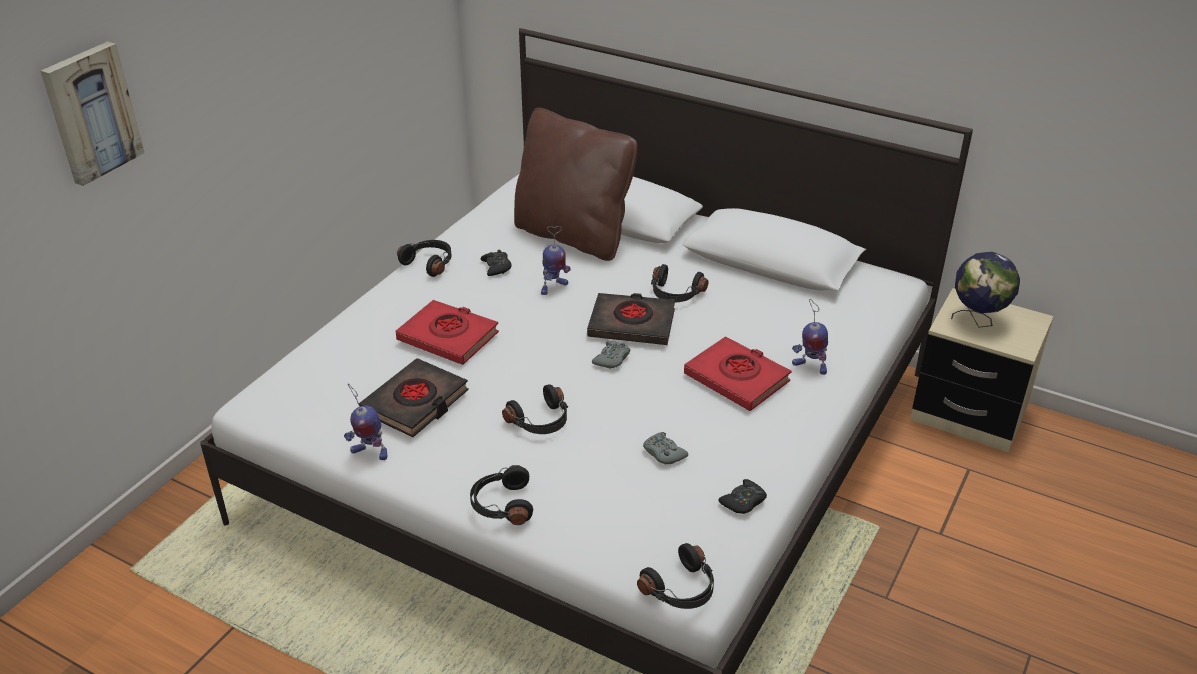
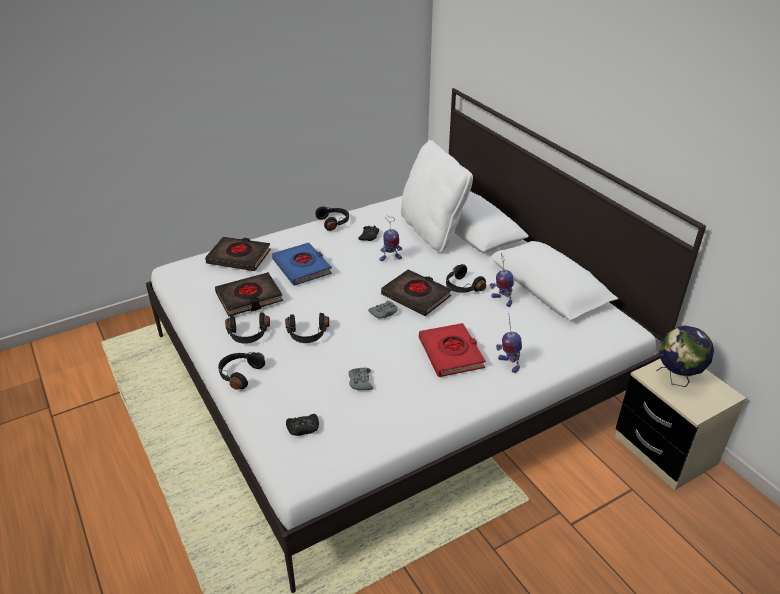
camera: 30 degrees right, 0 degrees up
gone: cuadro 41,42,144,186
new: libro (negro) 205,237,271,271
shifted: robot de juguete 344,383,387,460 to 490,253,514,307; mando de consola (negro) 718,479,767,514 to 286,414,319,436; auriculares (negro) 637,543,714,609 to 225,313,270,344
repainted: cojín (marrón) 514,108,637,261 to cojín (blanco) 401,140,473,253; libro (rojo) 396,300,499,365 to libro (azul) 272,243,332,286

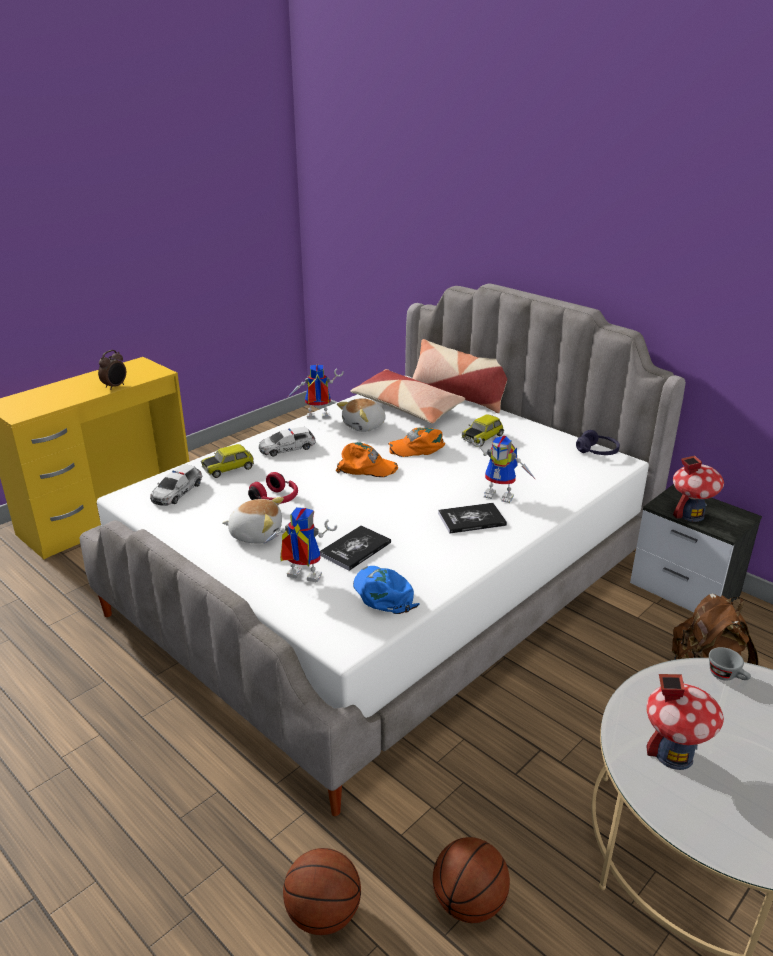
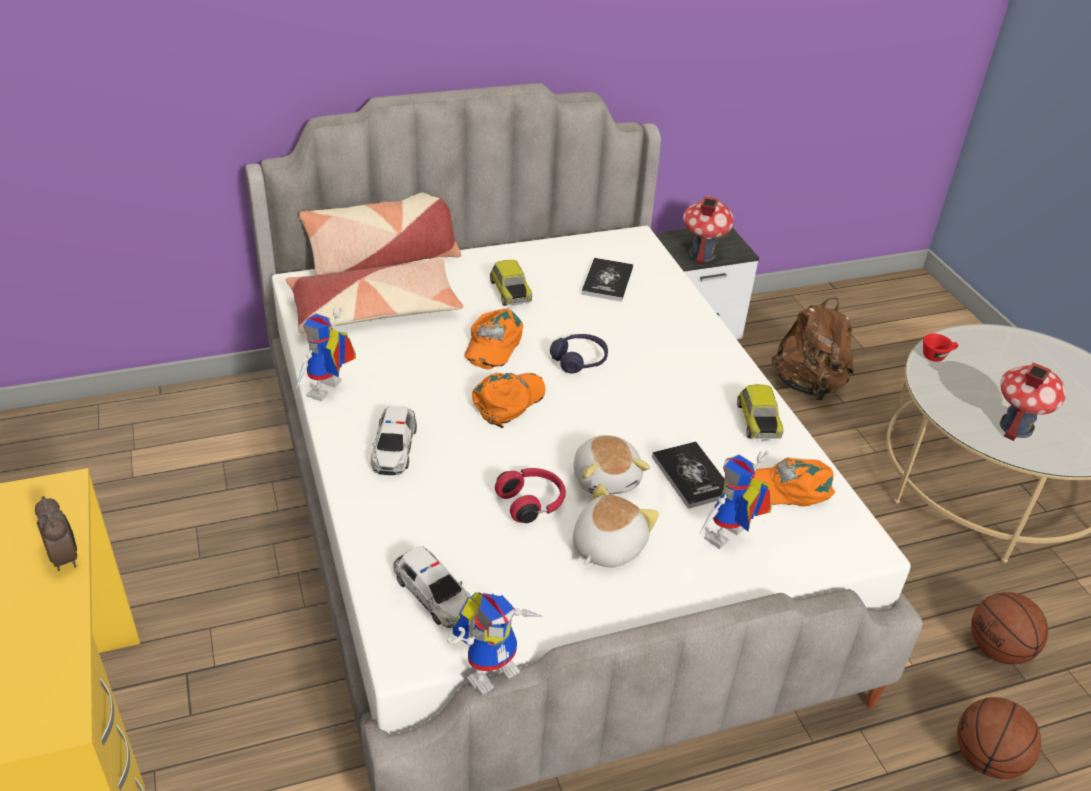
camera: 65 degrees left, 10 degrees up
shifted: peluche 337,398,386,432 to 574,435,650,495; auriculares (morado) 576,430,620,455 to 550,334,608,373; robot de juguete 471,436,537,503 to 447,592,542,695; coche de juguete 201,444,254,478 to 737,384,784,440; libro 438,503,507,534 to 581,258,633,302
repainted: gorra (azul) 353,566,419,614 to gorra (naranja) 754,457,835,506; taza (gris) 709,647,751,681 to taza (rojo) 923,334,958,362

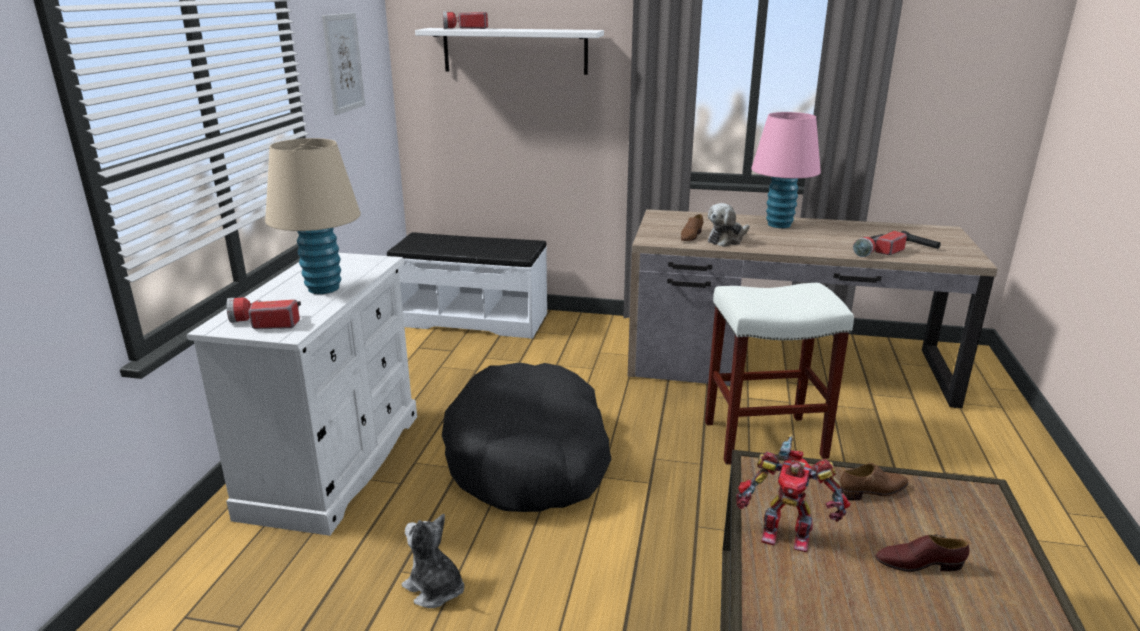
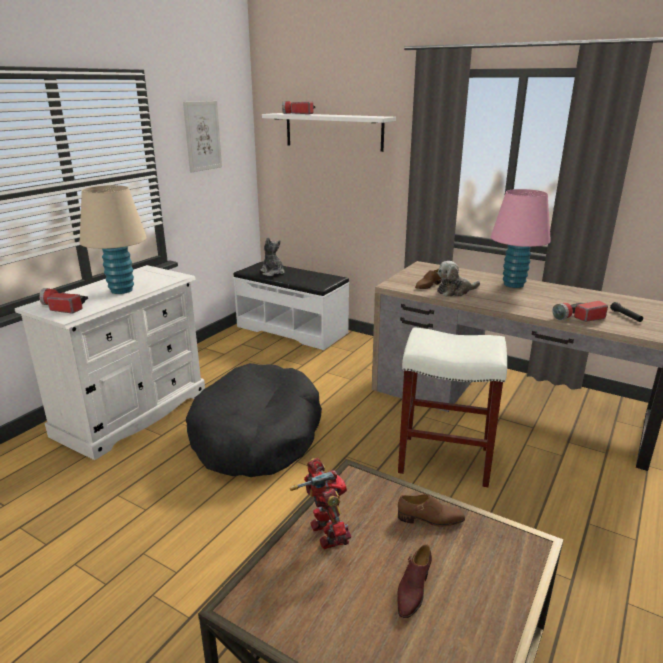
camera: 20 degrees right, 0 degrees up
shifted: peluche 402,514,464,608 to 260,237,284,276
rotated: robot de juguete 736,434,850,552 = 290,458,351,549 150 degrees counterclockwise; zapato (marrón) 875,534,970,572 = 397,544,432,618 90 degrees counterclockwise

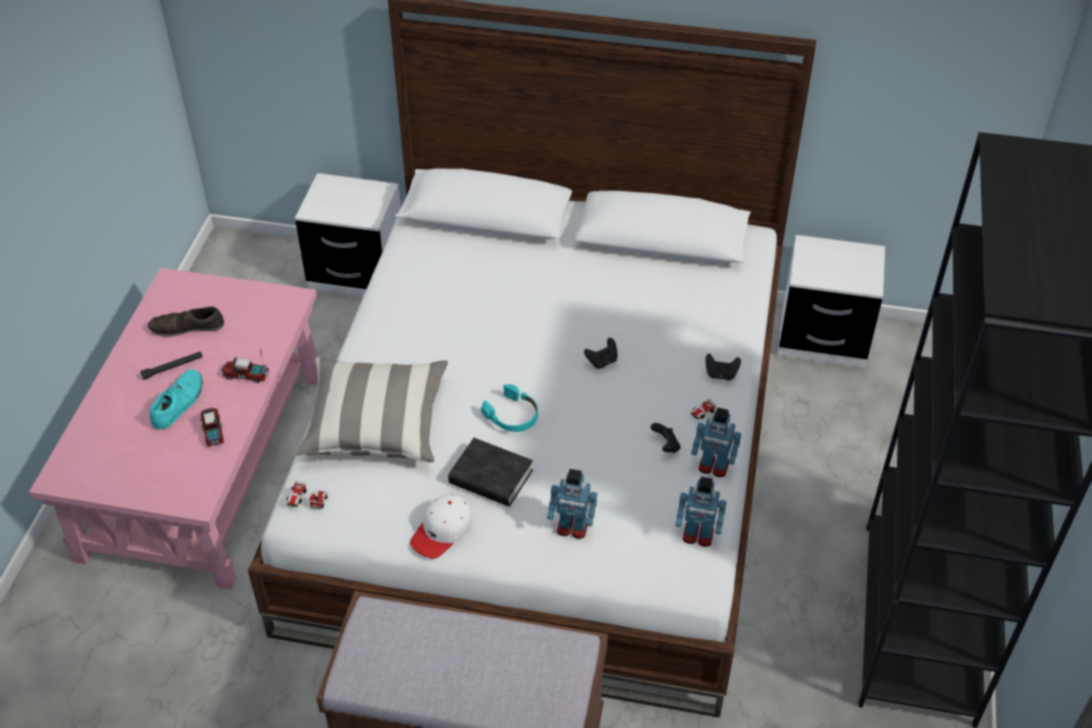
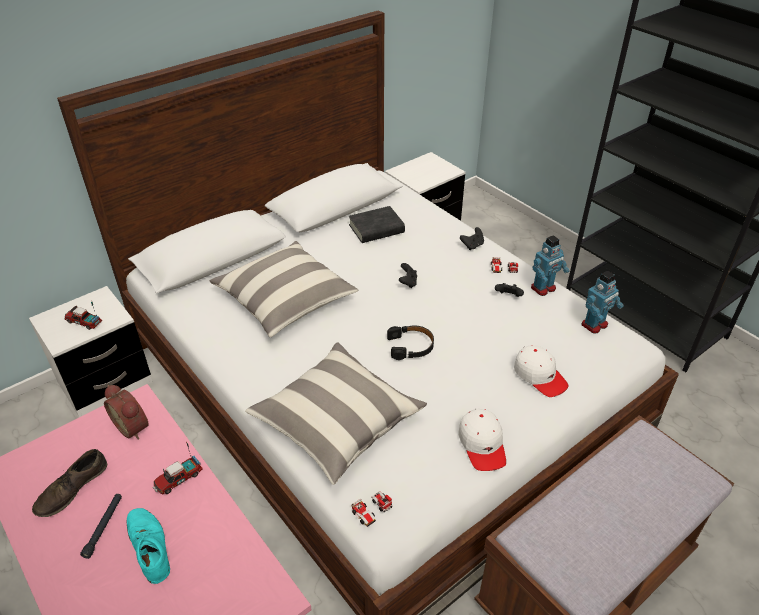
camera: 50 degrees left, 5 degrees down
new: cojín 210,241,358,337; despertador 104,385,149,440
shifted: camión de juguete 200,408,224,447 to 64,302,102,330; libro (negro) 448,438,533,507 to 349,206,405,243
swapped: robot de juguete 547,469,597,539 to gorra (blanco) 514,345,569,397
repainted: auriculares (turquesa) 481,384,538,432 to auriculares (negro) 387,326,434,360

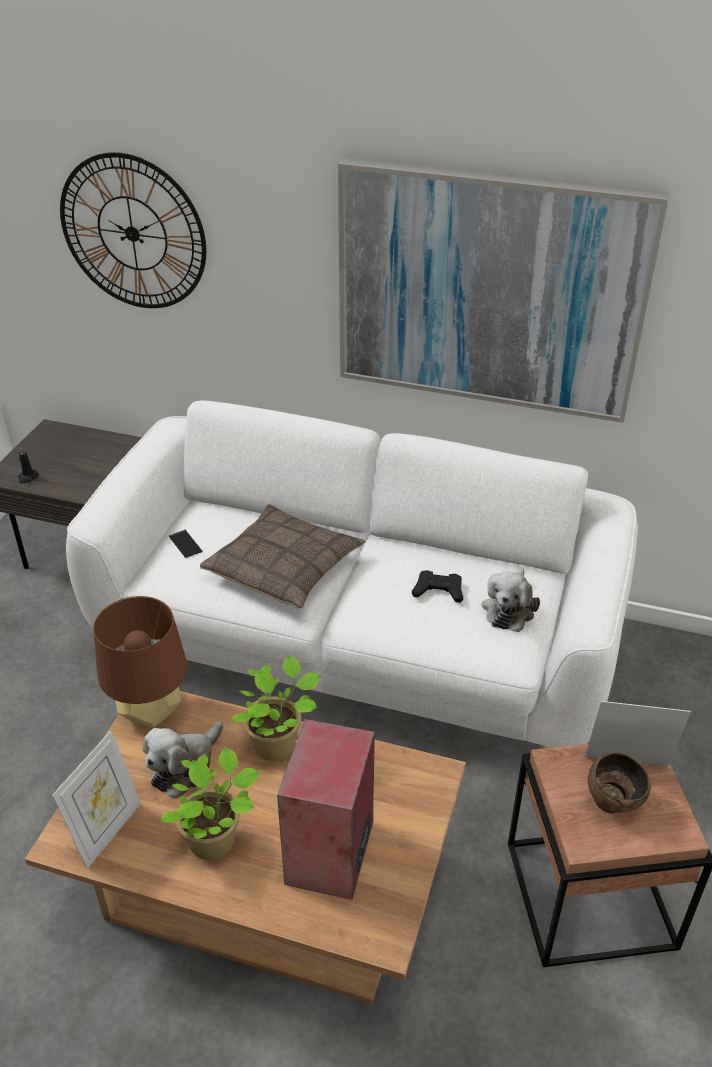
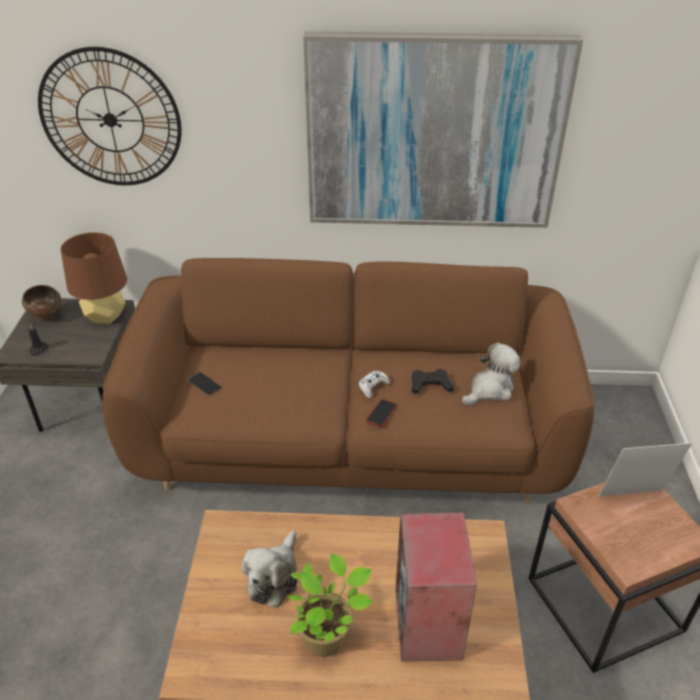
camera: 15 degrees left, 0 degrees up
gone: cojín 200,504,366,609; planta en maceta 232,655,321,761; portarretratos 52,731,141,869
new: mando de consola (blanco) 358,370,390,398; móvil 366,399,397,427
shifted: lámpara de mesa (marrón) 93,596,187,728 to 61,232,127,324; cuenco (marrón) 588,753,651,814 to 22,285,61,322
repainted: sofá (blanco) 66,400,638,749 to sofá (marrón) 102,258,594,503
rotated: peluche 481,569,540,632 = 462,343,520,406 135 degrees counterclockwise

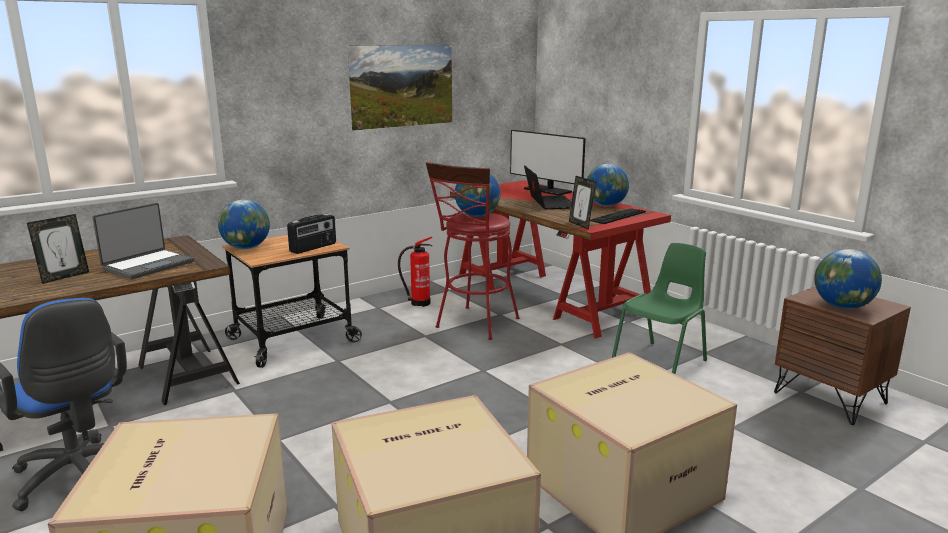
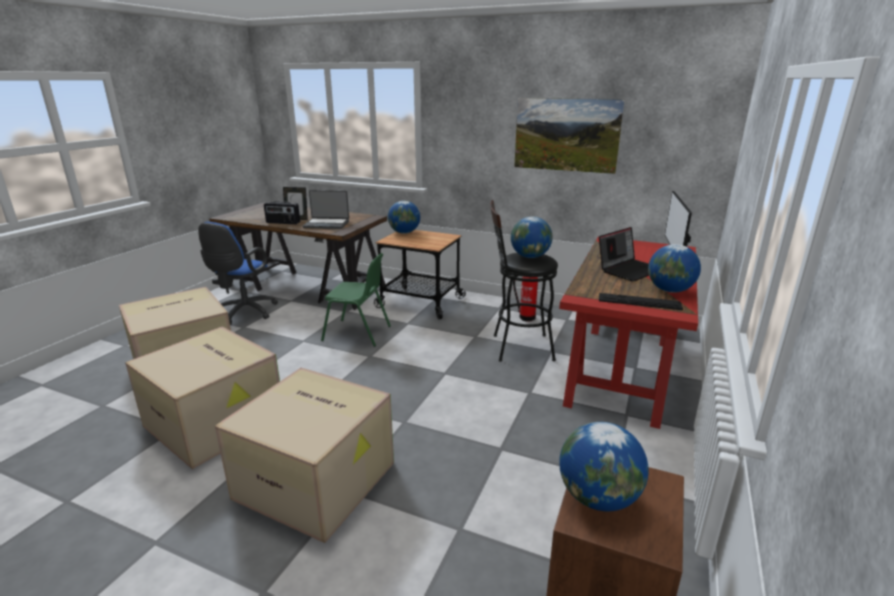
camera: 60 degrees right, 5 degrees up
gone: portarretratos 569,176,596,230
shifted: radio 287,214,336,254 to 264,201,300,224; silla (verde) 612,243,707,374 to 321,253,391,347
repainted: taburete (rojo) 426,162,520,340 to taburete (negro) 490,200,558,362

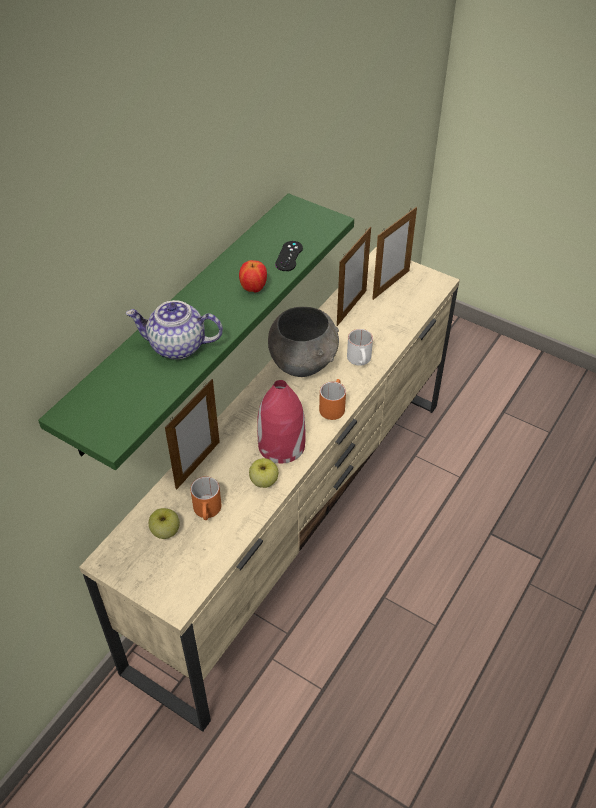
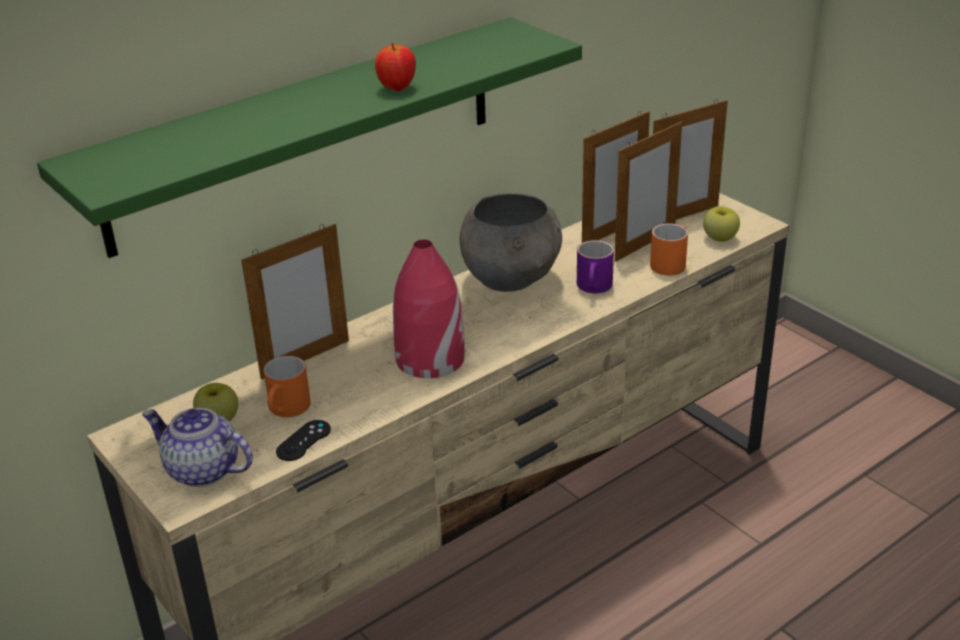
camera: 20 degrees right, 15 degrees down
new: portarretratos 615,121,682,262
shifted: mando de consola (negro) 275,241,303,271 to 276,420,331,461; tetera 126,300,223,360 to 142,408,253,487; taza grande (naranja) 319,379,346,420 to 650,223,688,275; manzana 249,458,278,488 to 703,207,740,242
repainted: taza grande (blanco) 347,329,373,366 to taza grande (morado) 577,240,614,293

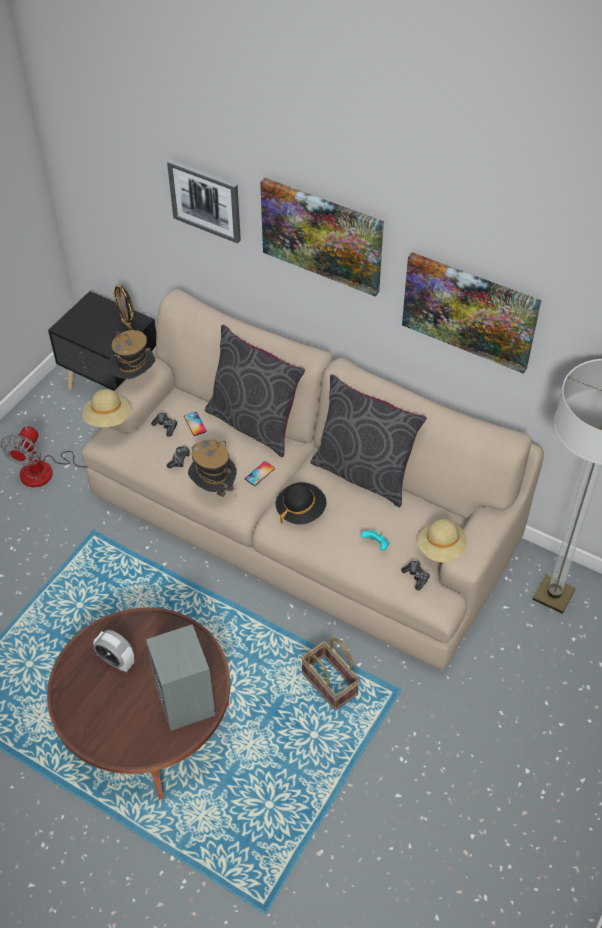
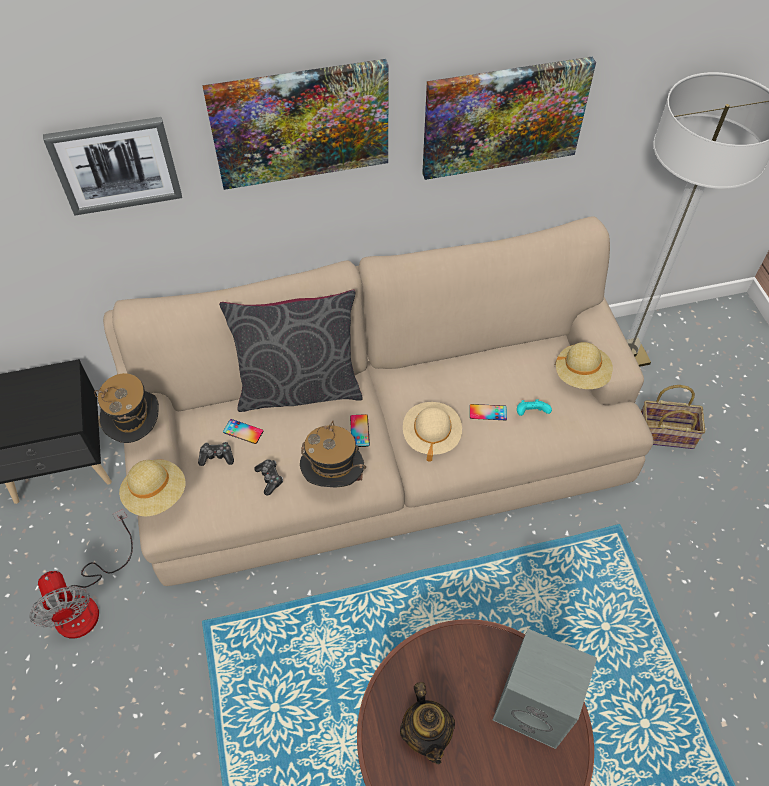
camera: 45 degrees left, 5 degrees up
gone: portarretratos 113,284,134,330; cojín (gris) 310,375,427,507; mando de consola 401,561,430,590
new: móvil 470,404,507,420
shifted: cesta 301,638,360,711 to 641,385,705,449
swapped: despertador 93,630,134,672 to tetera 400,682,455,765
repainted: sombrero (negro) 275,482,327,525 to sombrero (beis) 403,402,462,462

